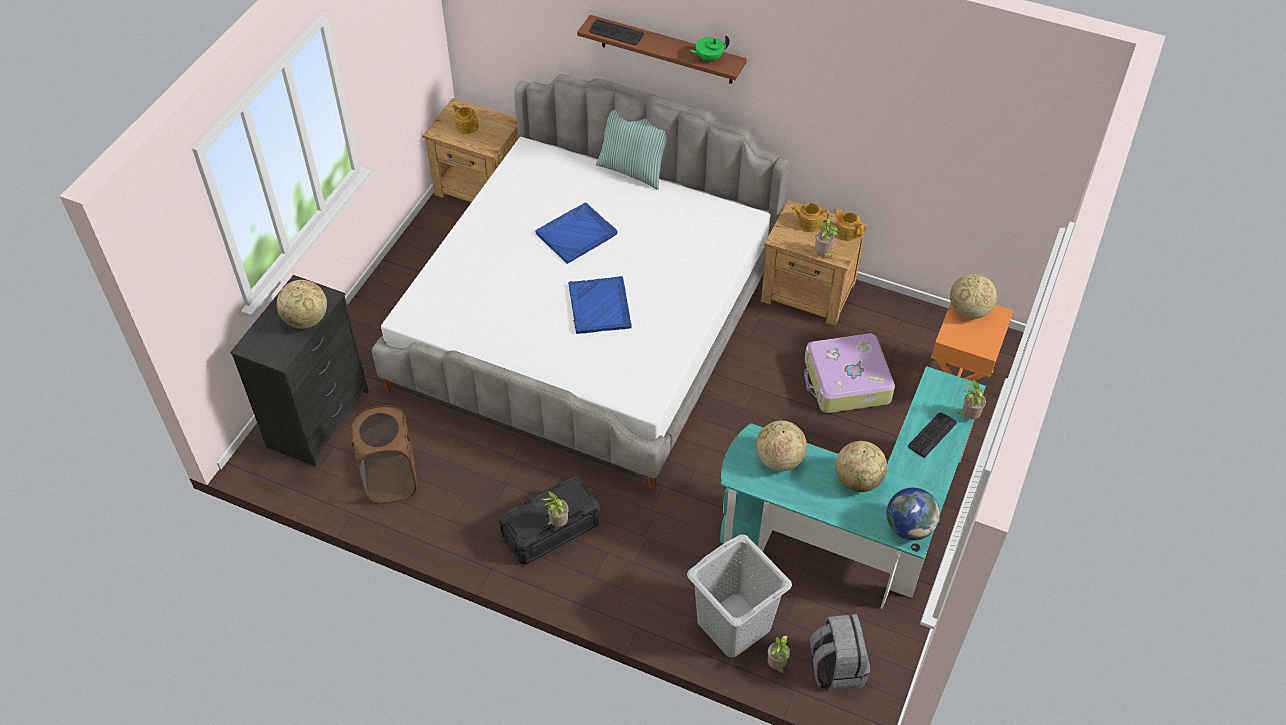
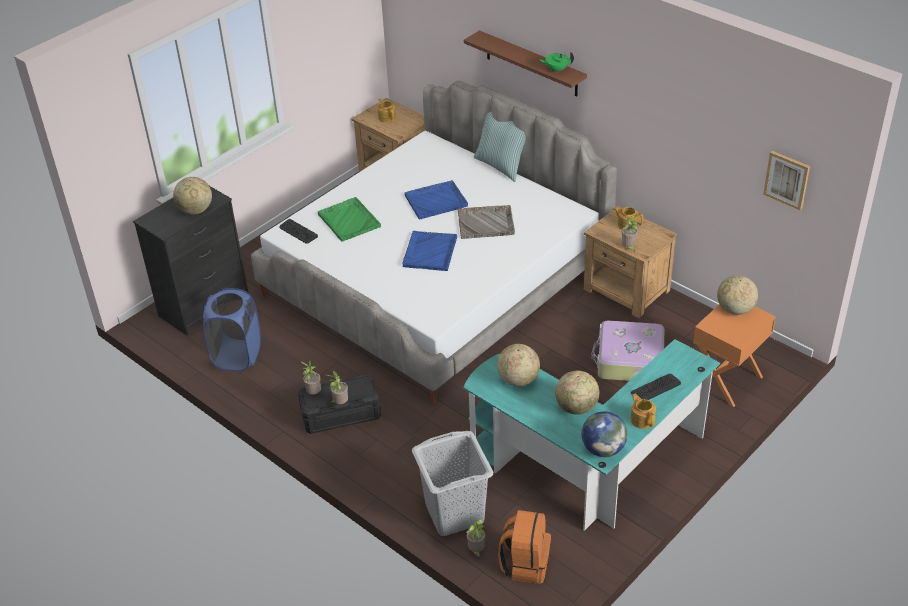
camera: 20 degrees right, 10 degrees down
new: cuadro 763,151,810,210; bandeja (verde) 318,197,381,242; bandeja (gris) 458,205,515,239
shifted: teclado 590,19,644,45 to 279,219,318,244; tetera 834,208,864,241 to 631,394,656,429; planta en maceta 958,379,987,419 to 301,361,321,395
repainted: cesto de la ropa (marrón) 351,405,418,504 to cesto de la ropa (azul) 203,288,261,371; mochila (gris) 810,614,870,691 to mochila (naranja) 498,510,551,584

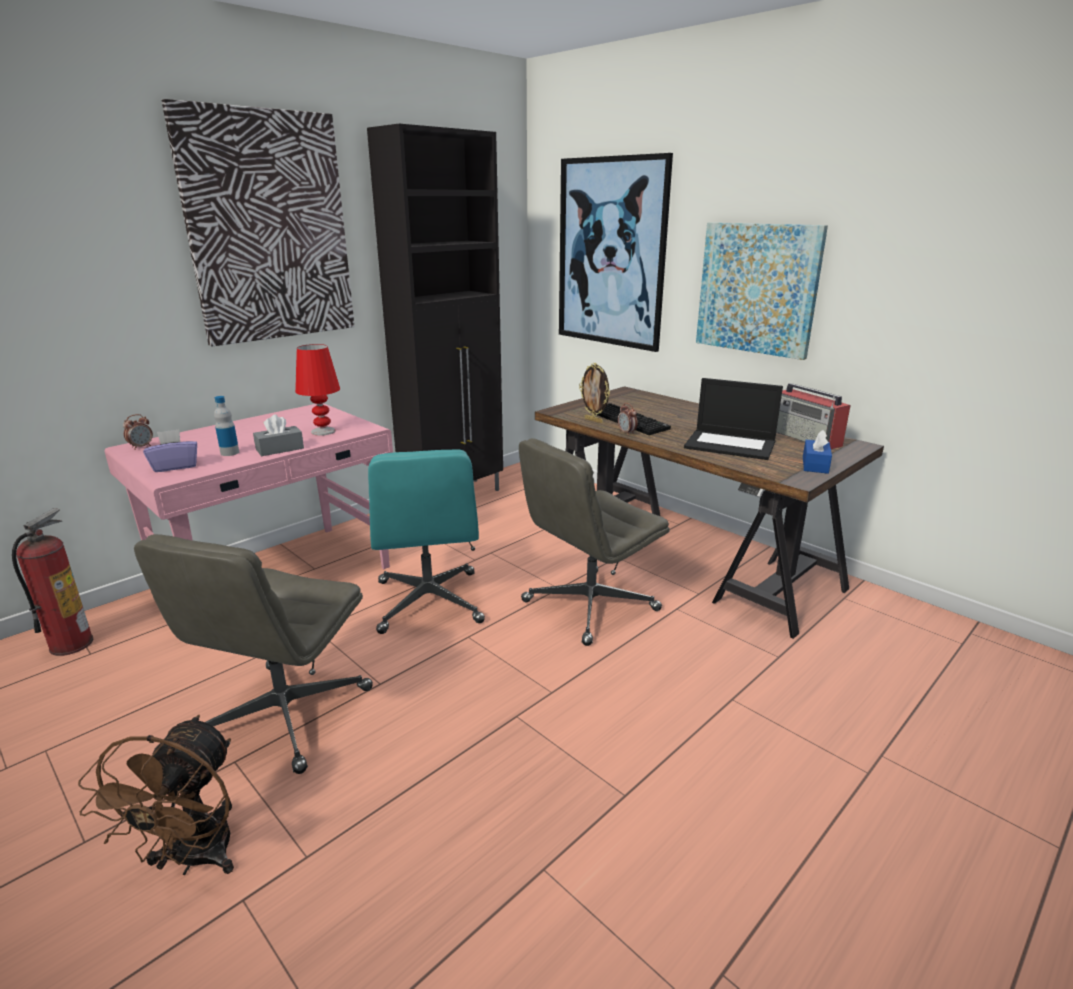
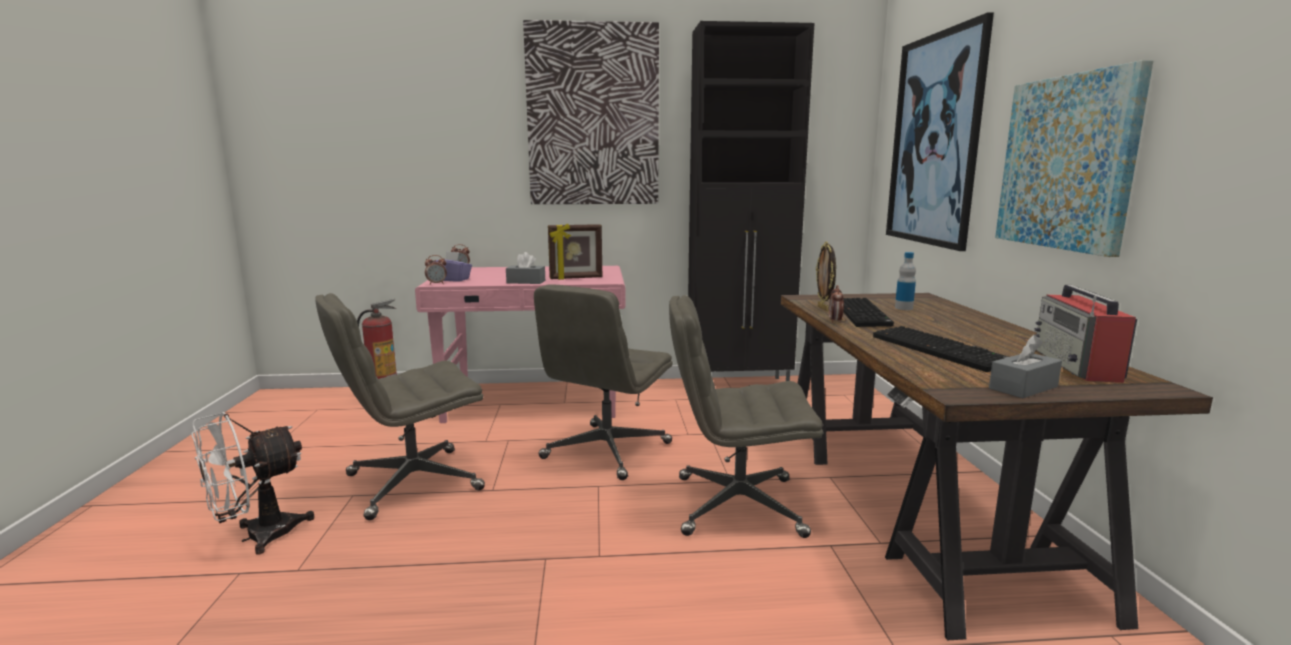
camera: 40 degrees right, 10 degrees down
new: despertador 425,255,447,285
shifted: botella 214,396,239,456 to 895,252,916,310
swapped: lámpara de mesa (rojo) 295,344,340,436 to portarretratos 548,223,602,280; portátil 684,378,783,460 to teclado 873,326,1009,372
repainted: caja de pañuelos (azul) 803,430,832,474 to caja de pañuelos (gris) 989,335,1062,398; silla de oficina (turquesa) 368,449,485,634 to silla de oficina (gris) 534,284,673,480; ventilador (marrón) 78,715,234,875 to ventilador (blanco) 191,412,315,554

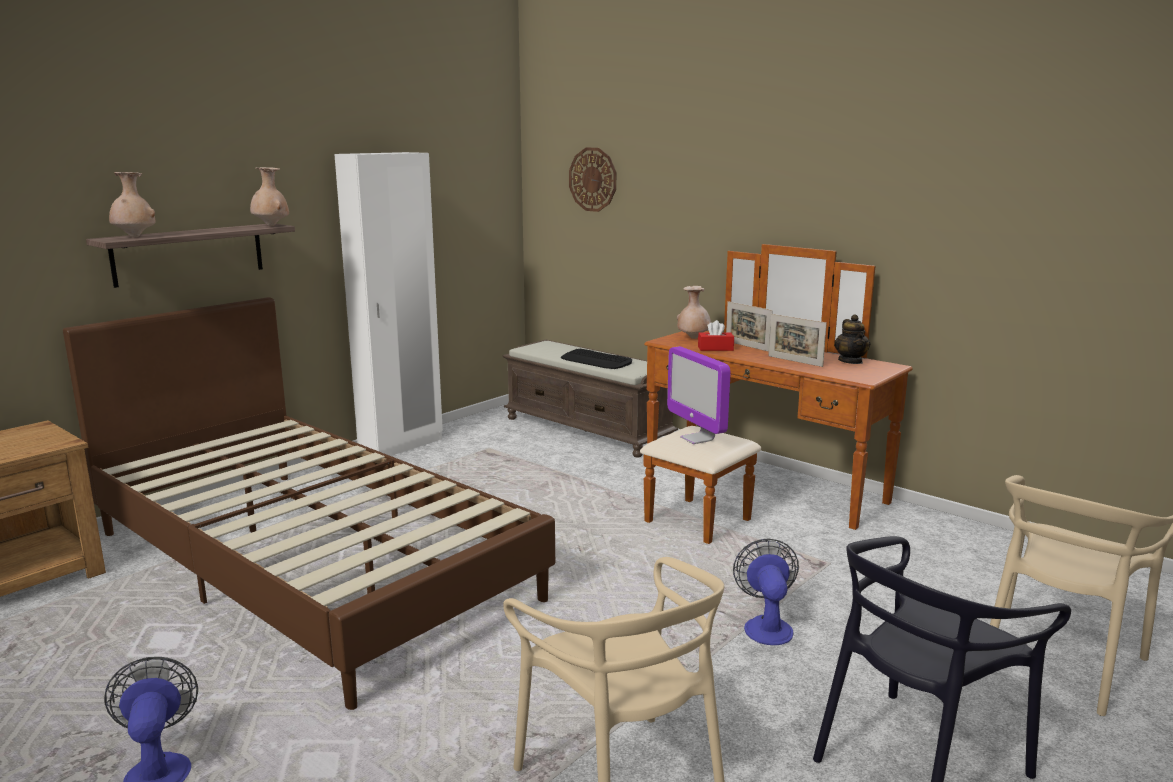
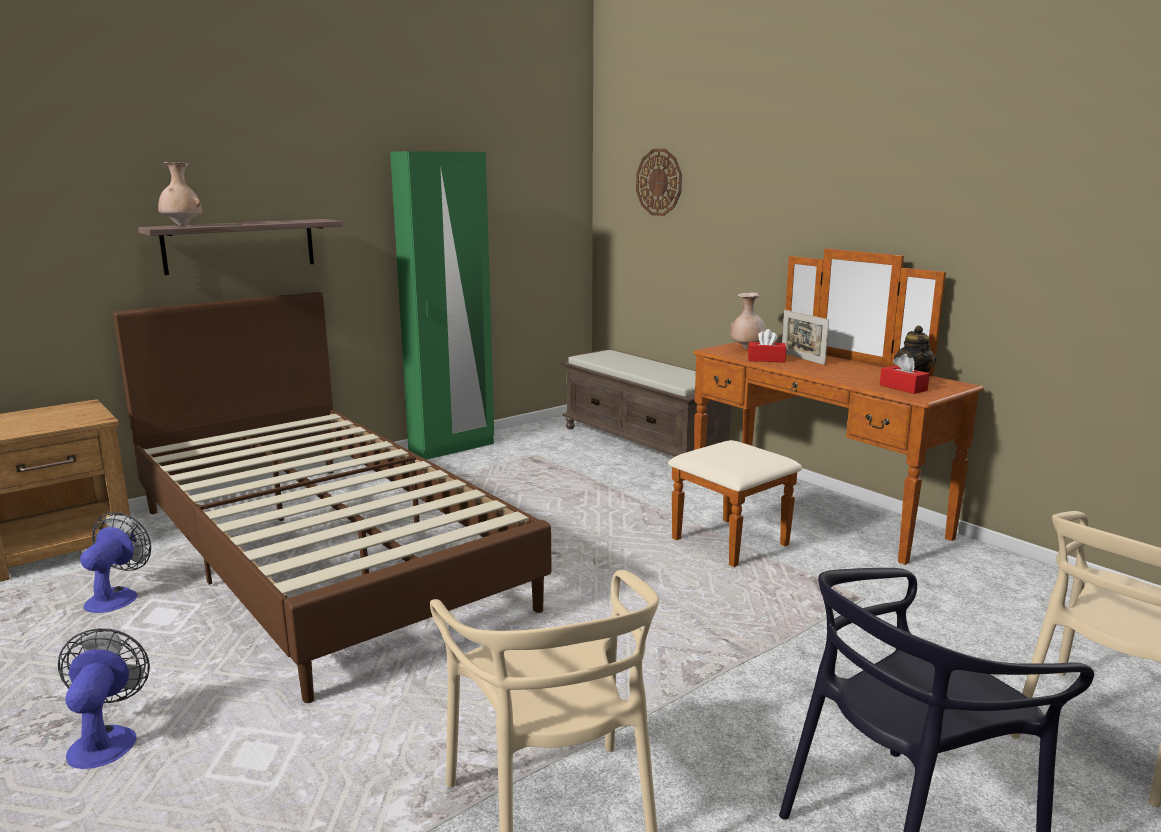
camera: 10 degrees right, 0 degrees up
gone: florero (beis) 250,167,289,226; portarretratos 768,314,827,367; monitor 667,346,731,444; teclado 561,349,632,369
new: caja de pañuelos (rojo) 880,354,930,394
shifted: ventilador 733,539,799,645 to 80,512,151,613
repainted: armario ropero (blanco) 334,152,443,456 to armario ropero (verde) 390,151,494,460

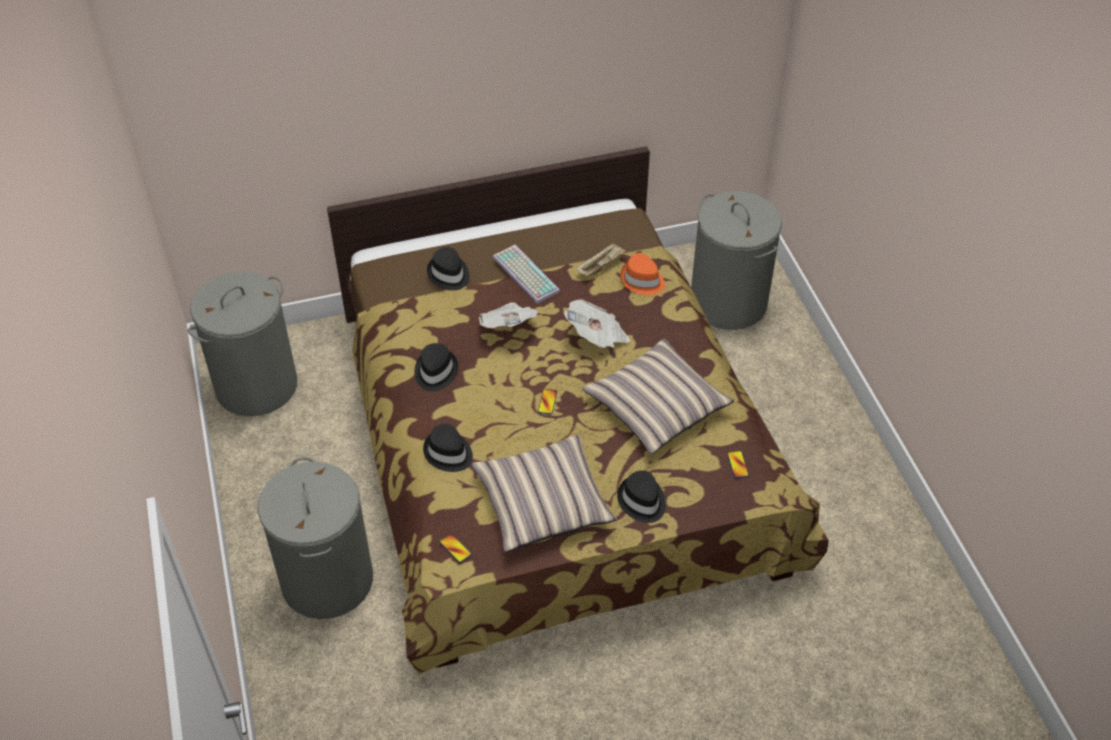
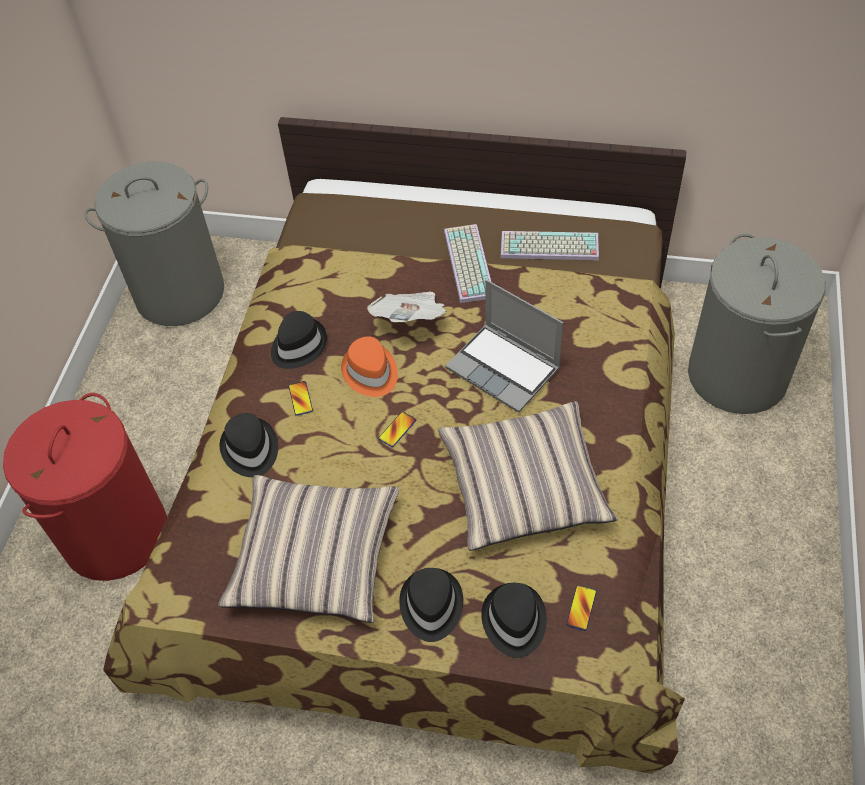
camera: 30 degrees right, 5 degrees up
gone: bandeja (beis) 576,243,626,276
new: teclado 500,231,599,261
shifted: sombrero (negro) 427,247,469,290 to 481,583,546,658; sombrero (naranja) 620,253,665,295 to 341,336,398,397; móvil 439,533,472,563 to 289,381,313,416
swapped: periódico 564,299,630,348 to portátil 445,280,563,413
repainted: cesto de la ropa (gris) 258,457,373,619 to cesto de la ropa (rojo) 3,393,167,581

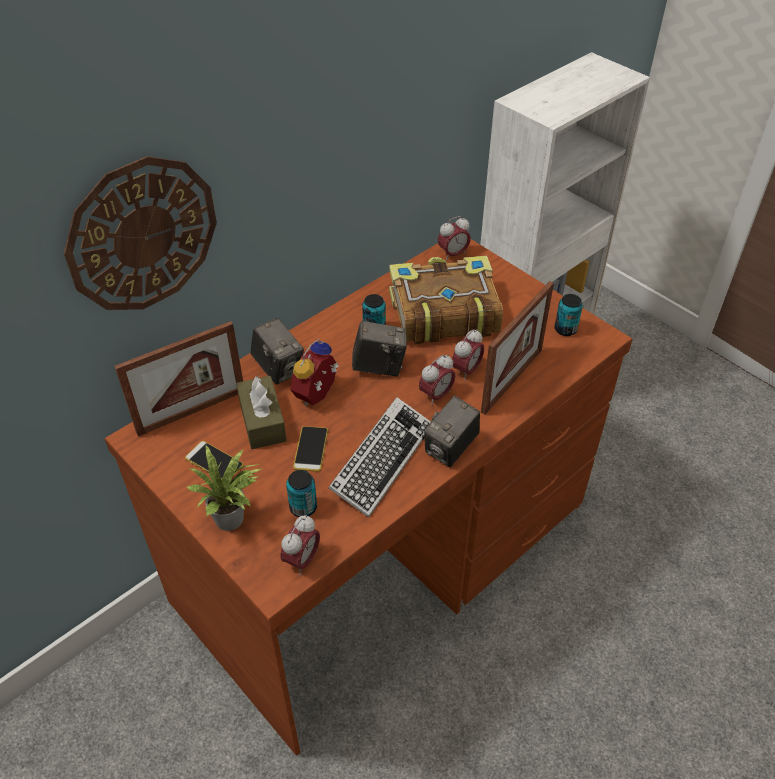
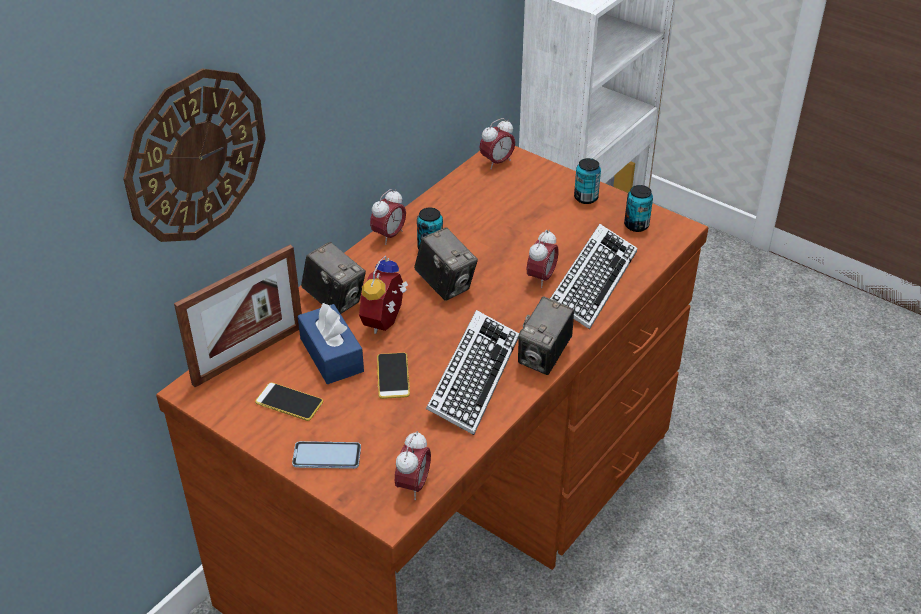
camera: 10 degrees left, 5 degrees down
gone: libro 389,255,503,344
shifted: despertador 419,355,456,406 to 370,189,406,245; lata 286,470,317,517 to 574,158,601,204
swapped: portarretratos 481,281,554,415 to teclado 550,224,637,329; planta en maceta 187,446,263,531 to móvil 292,441,361,469
repainted: caja de pañuelos (marrón) 236,376,287,449 to caja de pañuelos (azul) 298,303,364,384
rotated: cámara 352,321,407,376 = 414,227,478,301 60 degrees clockwise

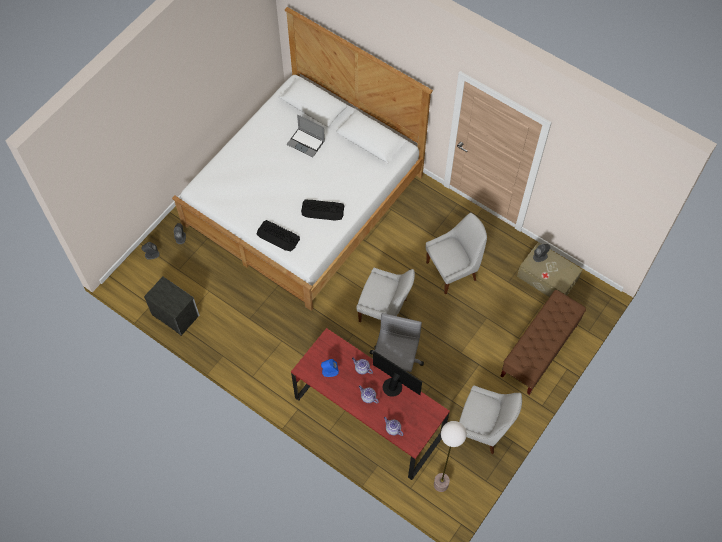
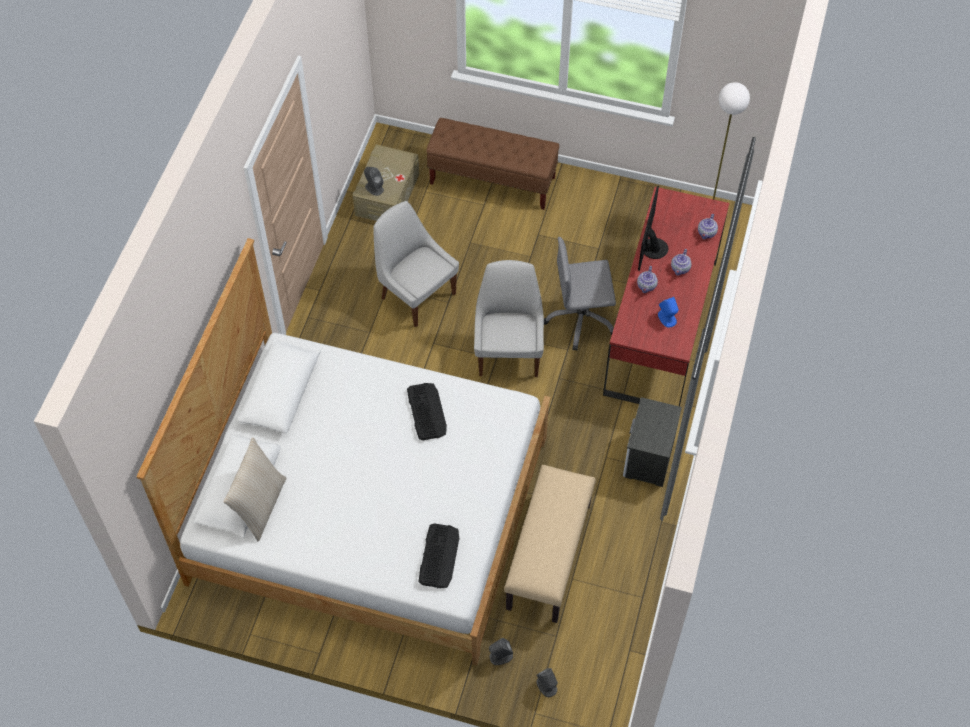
camera: 110 degrees left, 5 degrees down
gone: portátil 287,114,325,157; silla (blanco) 459,385,522,454
new: cojín (beis) 224,437,286,542; banco (beis) 504,465,596,623
shifted: teclado 257,220,300,251 to 419,523,460,588; mesita de noche 144,276,199,336 to 623,397,682,487

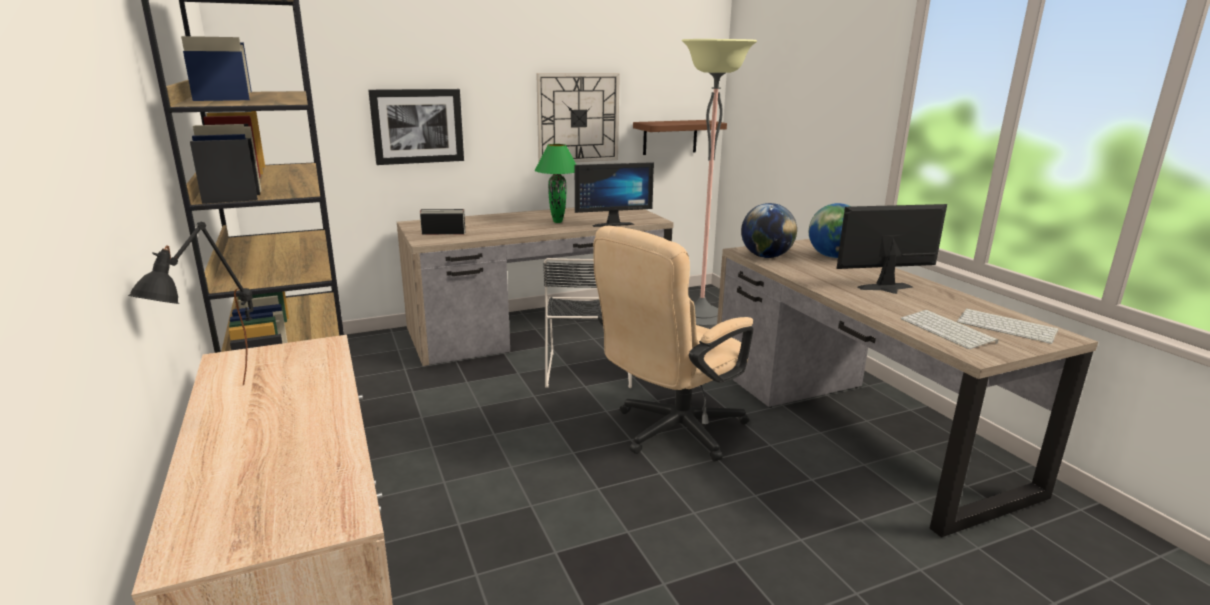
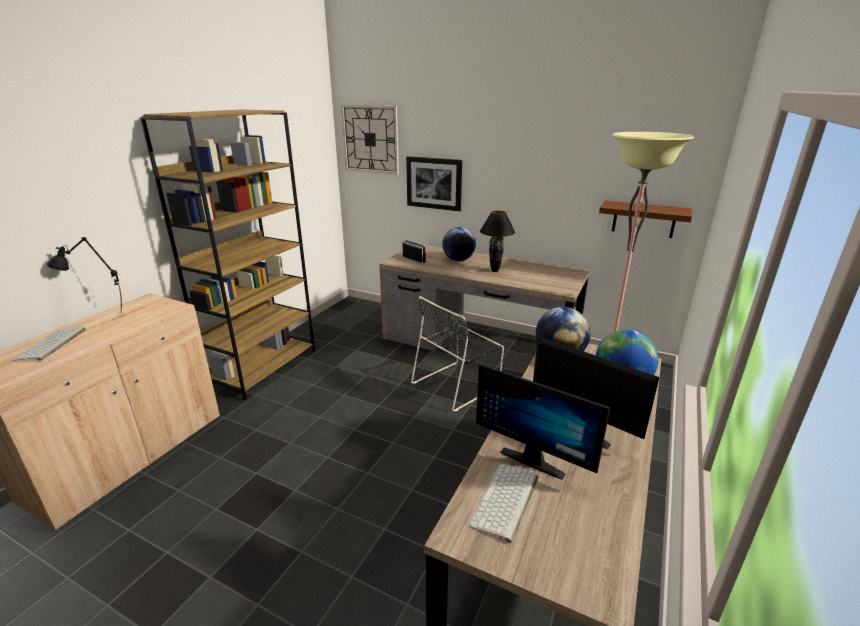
camera: 50 degrees right, 5 degrees up
gone: silla de oficina (beis) 593,226,753,462
new: globo terráqueo 442,227,476,261
shifted: reloj de pared 536,73,620,163 to 341,105,399,174; monitor 575,162,654,227 to 476,363,611,480; teclado 957,309,1059,344 to 11,327,86,361
repainted: lámpara de mesa (verde) 535,144,576,223 to lámpara de mesa (negro) 480,211,515,272

